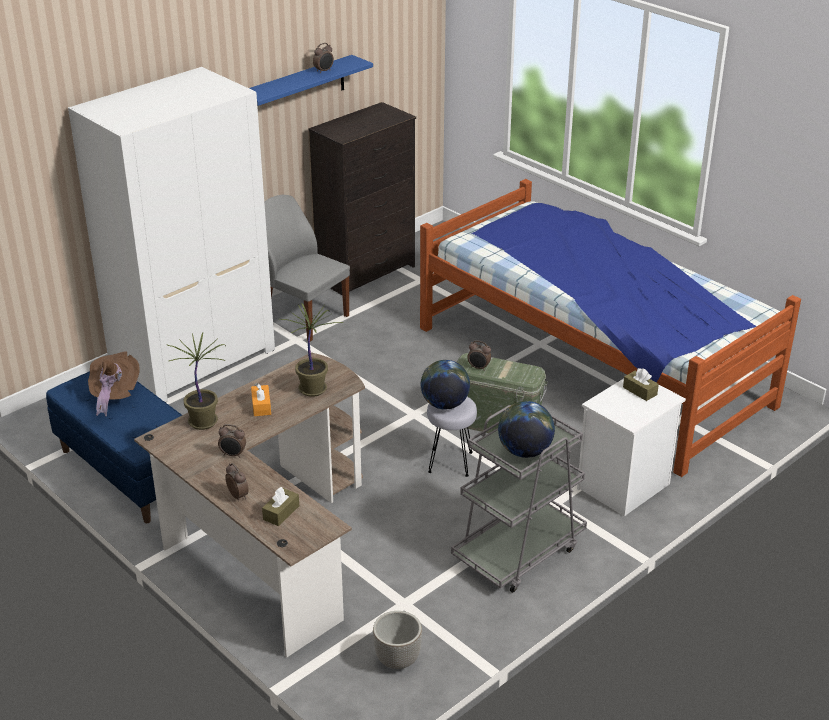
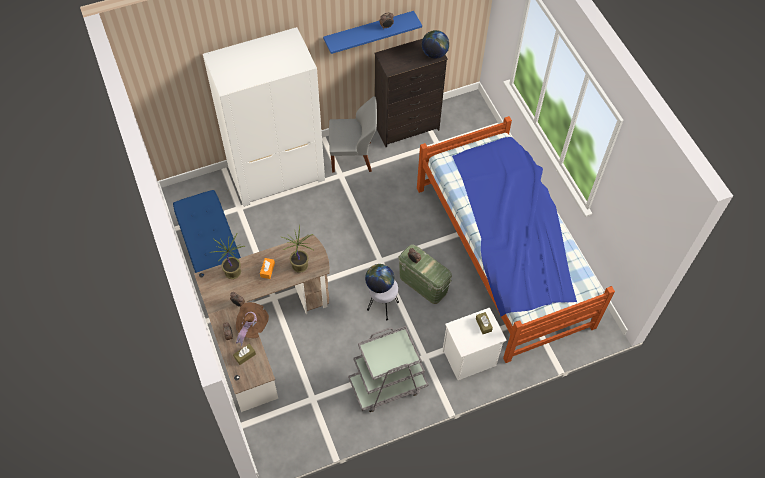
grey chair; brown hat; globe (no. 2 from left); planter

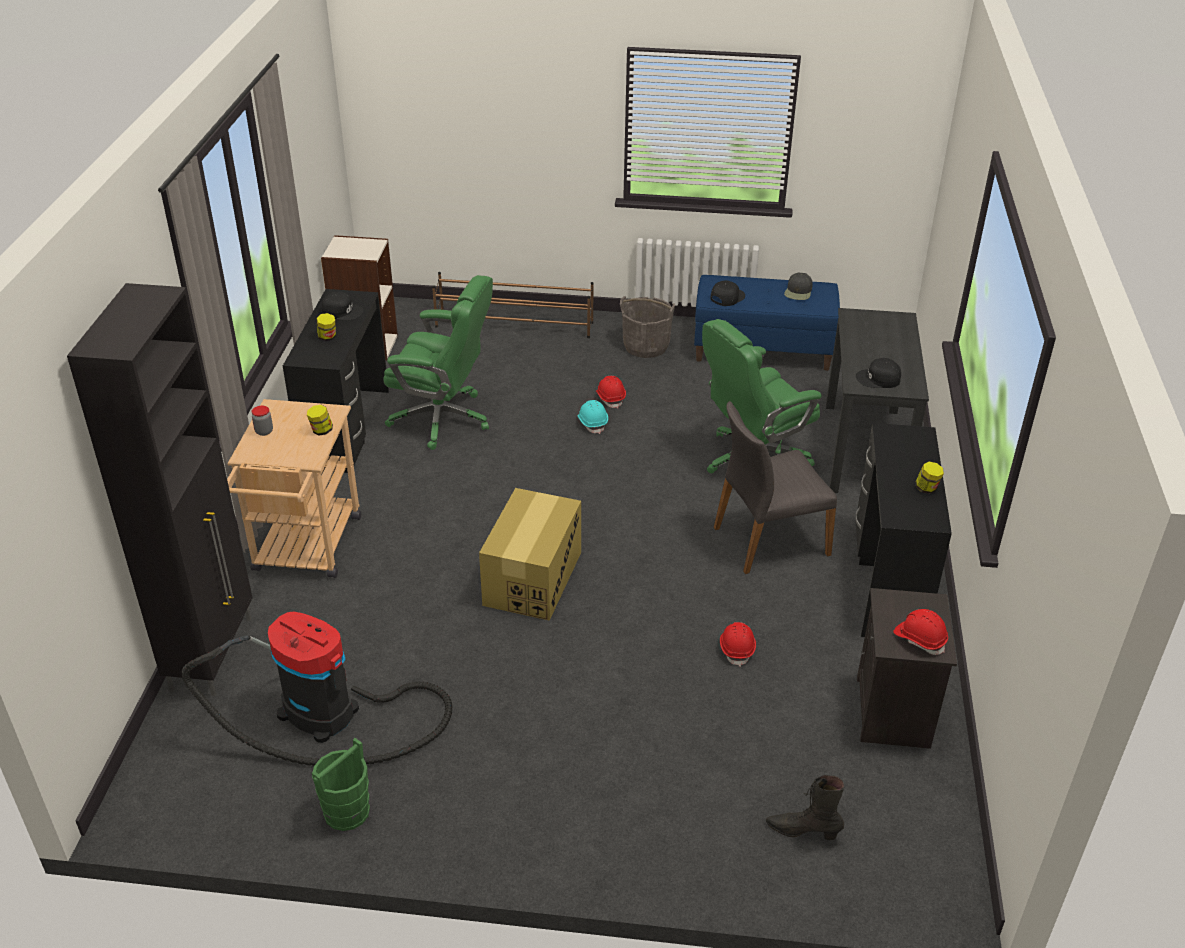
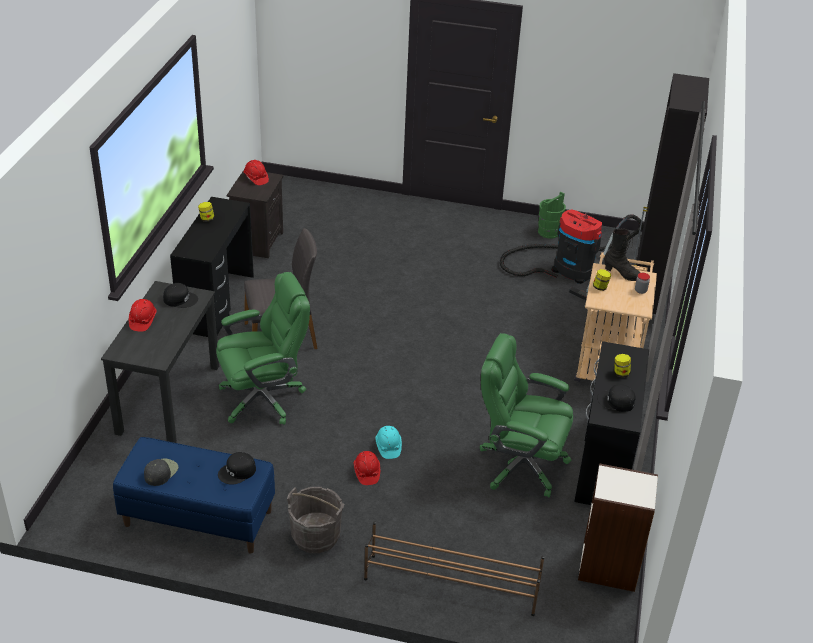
cardboard box; red hard hat (no. 1 from left); black boot

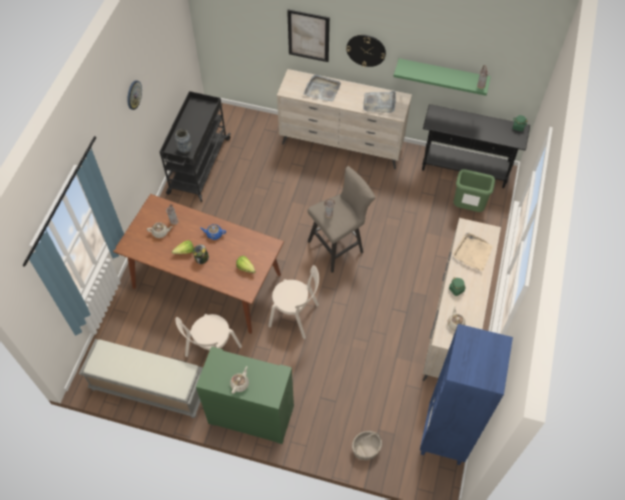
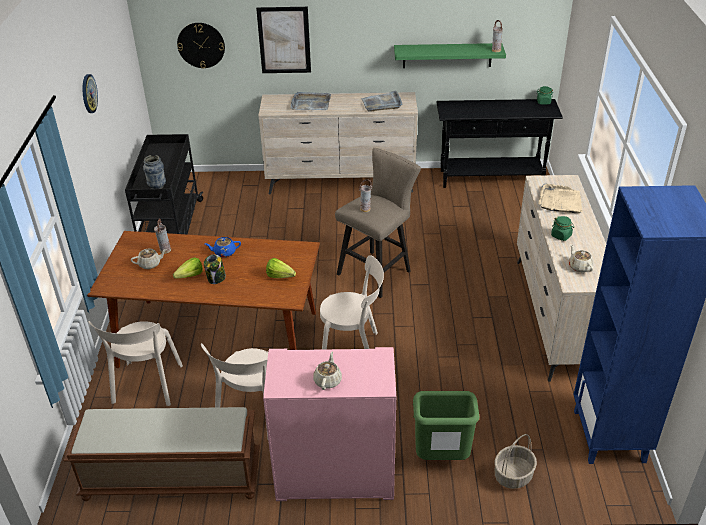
wall clock (no. 2 from left); green trash can; brown bench; pink cabinet; beige chair (no. 1 from left)

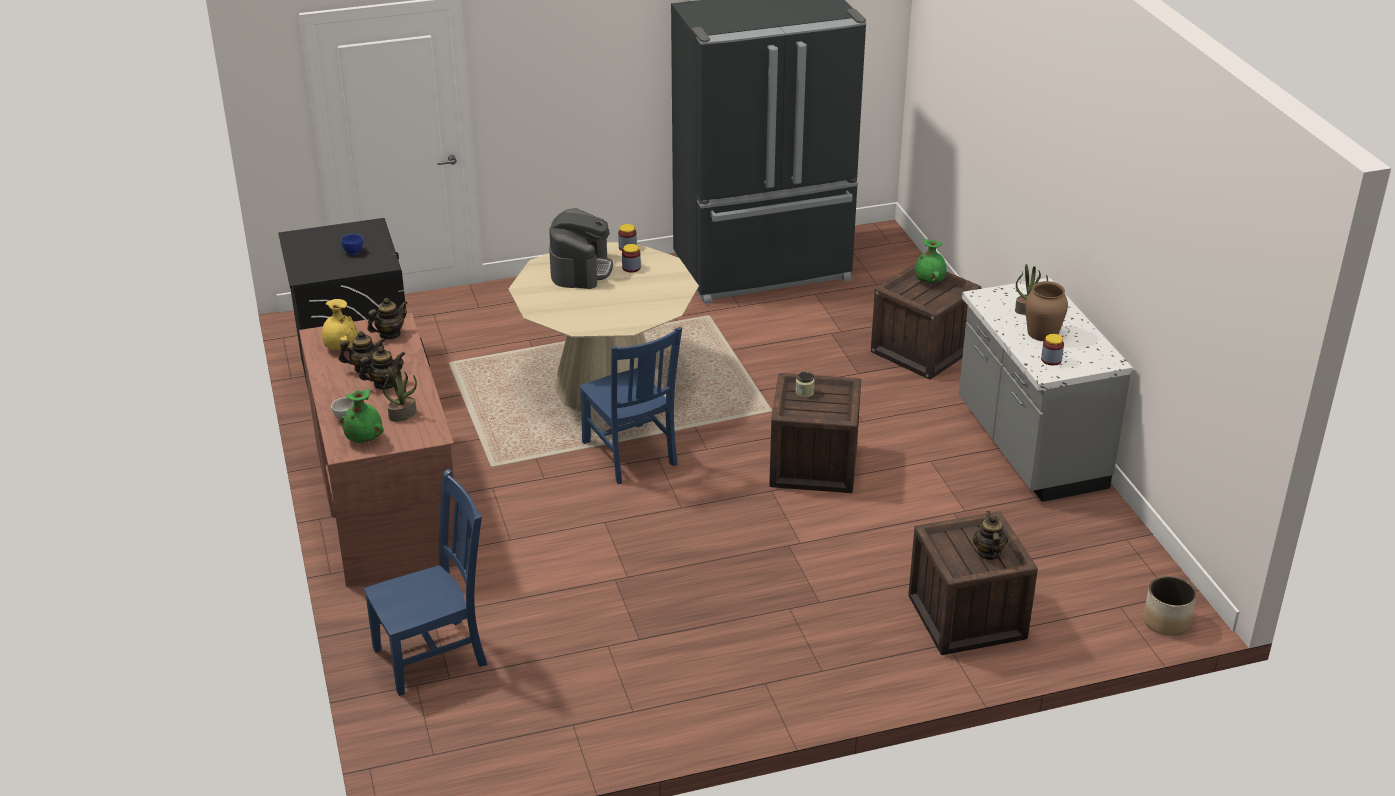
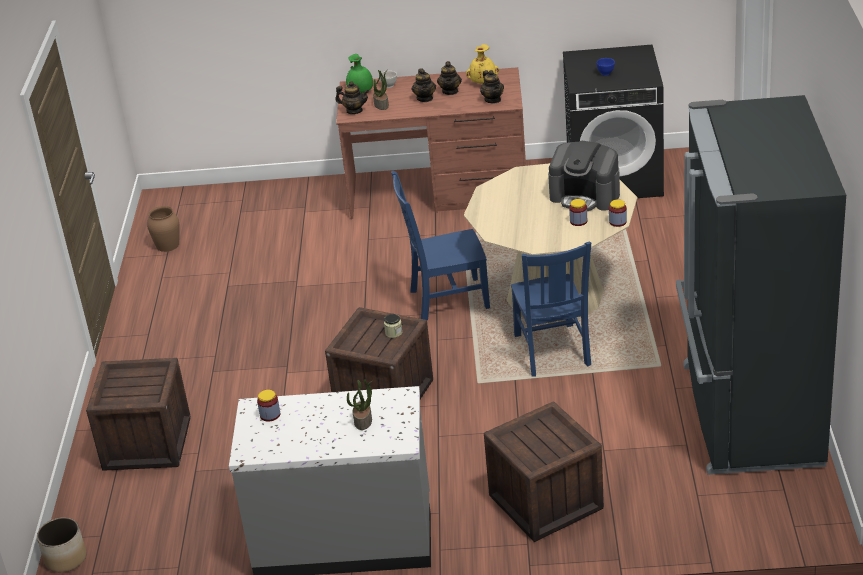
green vase (no. 2 from left in the first image); brown vase; blue chair (no. 2 from left); teapot (no. 1 from left)

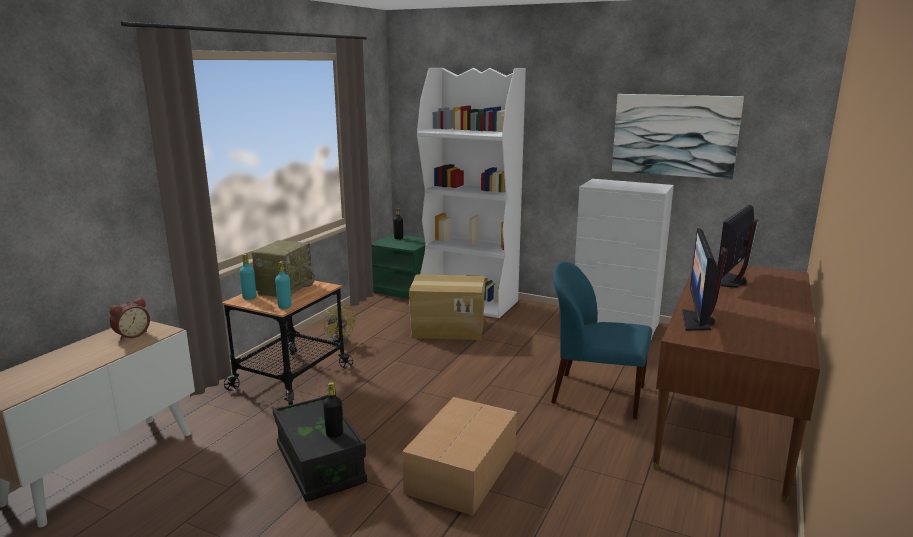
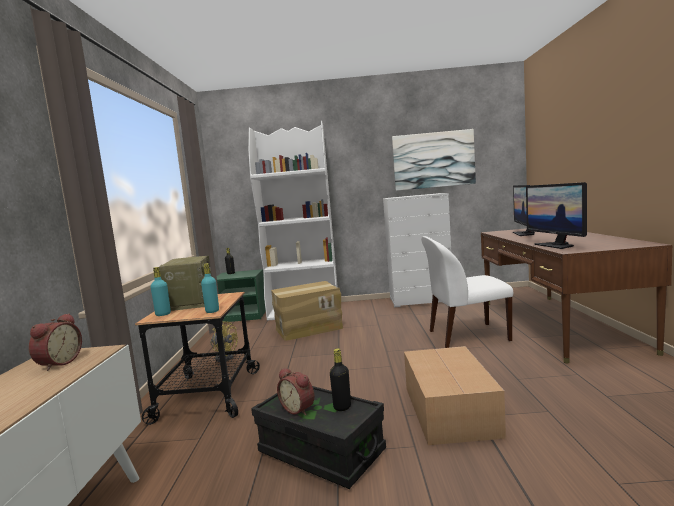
white chair; alarm clock (no. 2 from left)

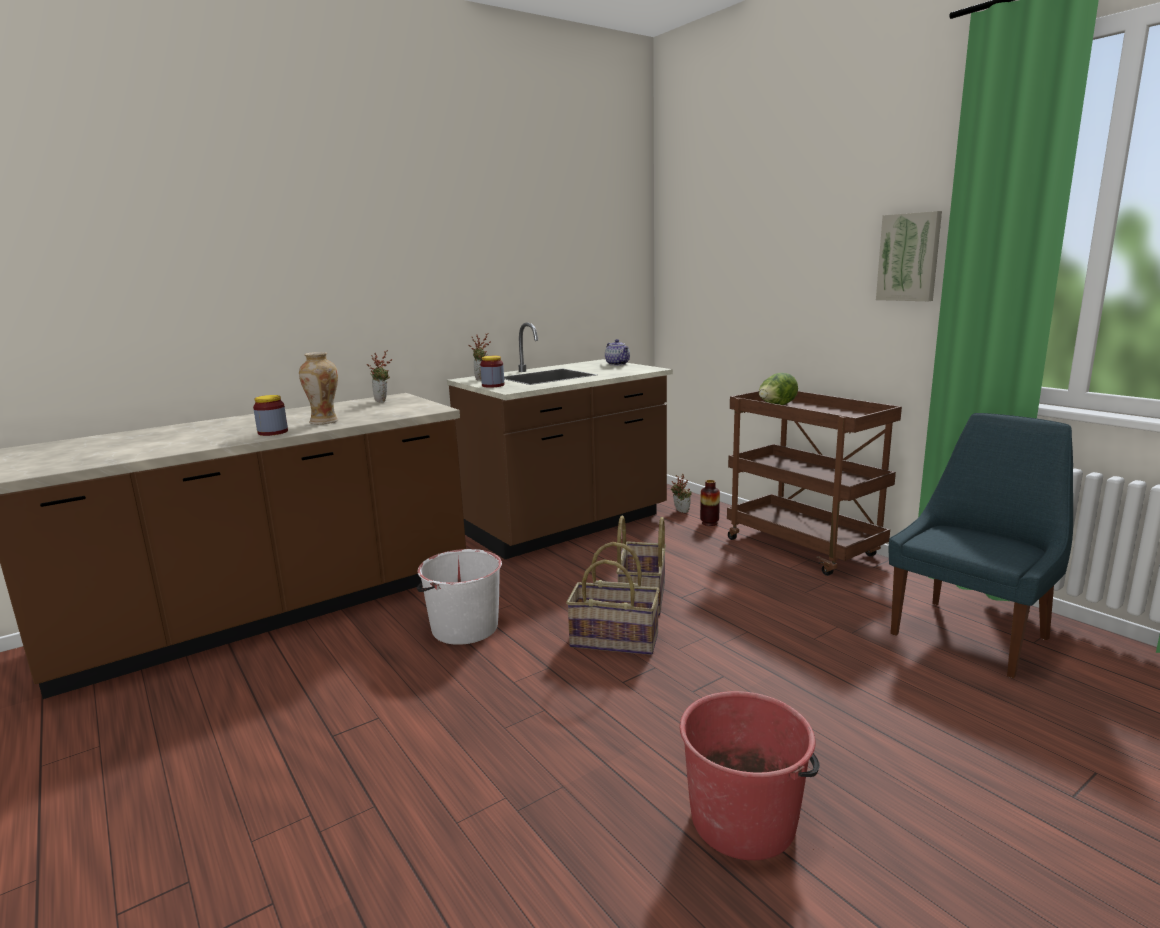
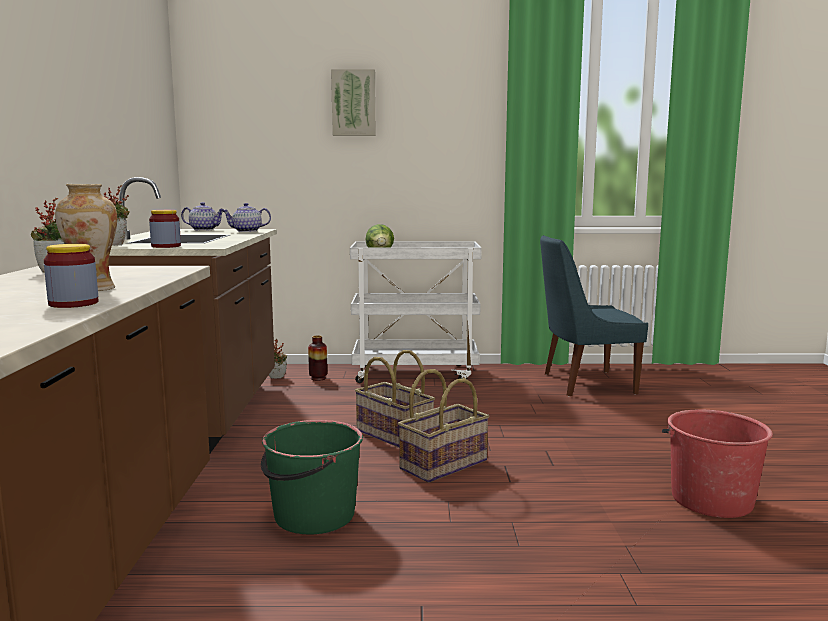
picture; white cart; blue chair; green bucket; teapot (no. 2 from left)

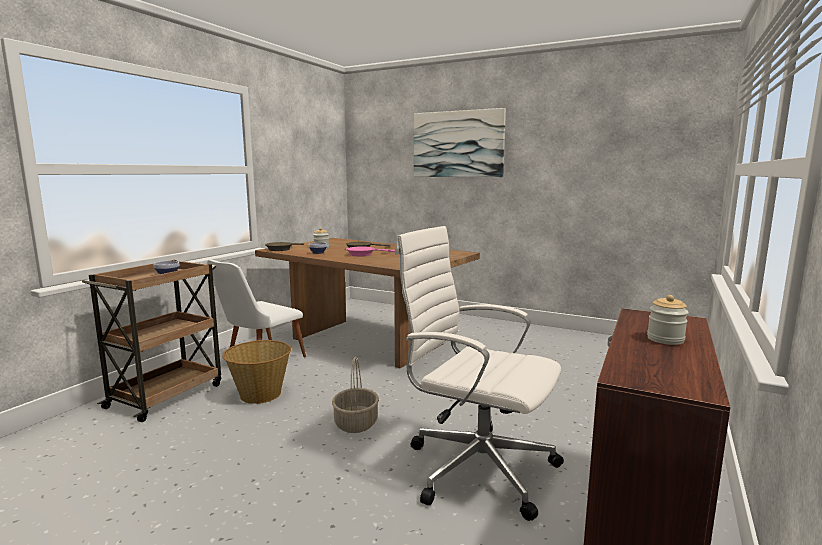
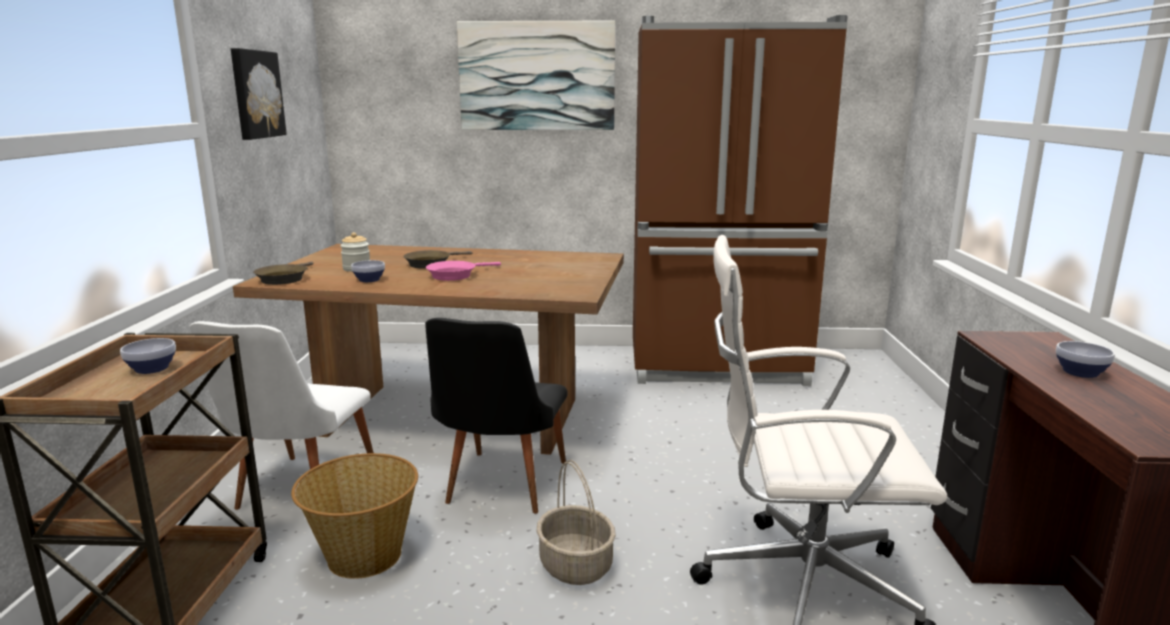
bowl (no. 3 from left); brown fridge; picture (no. 1 from left); black chair

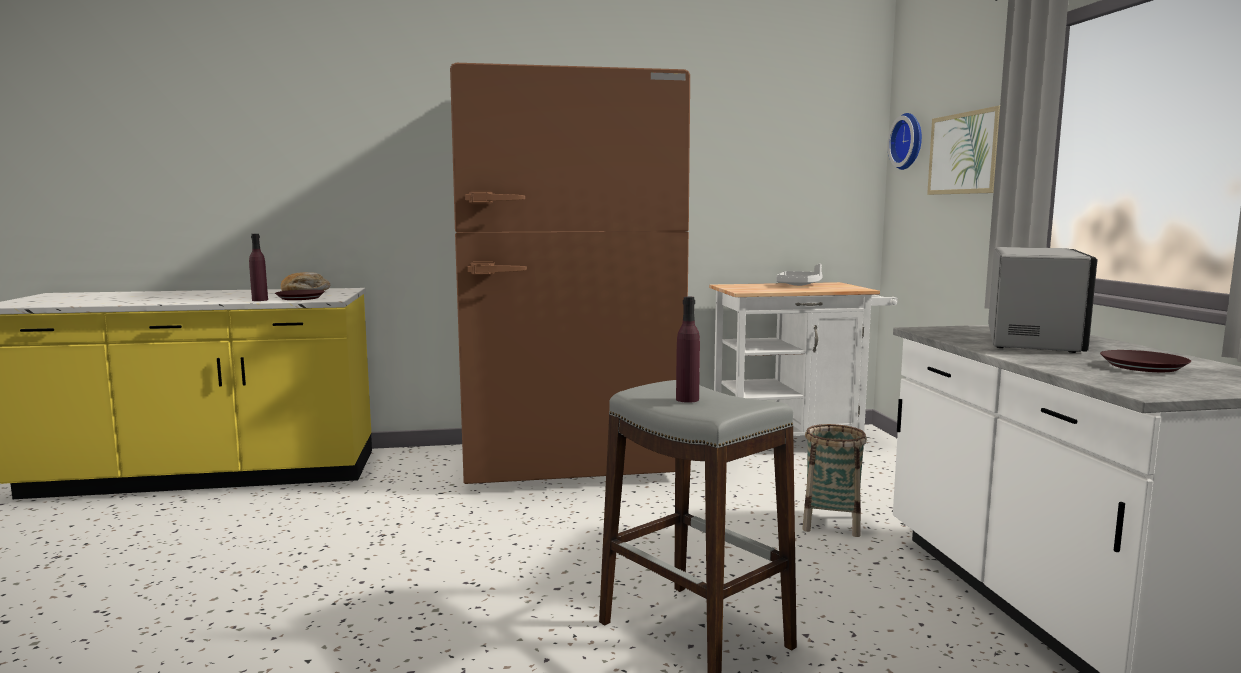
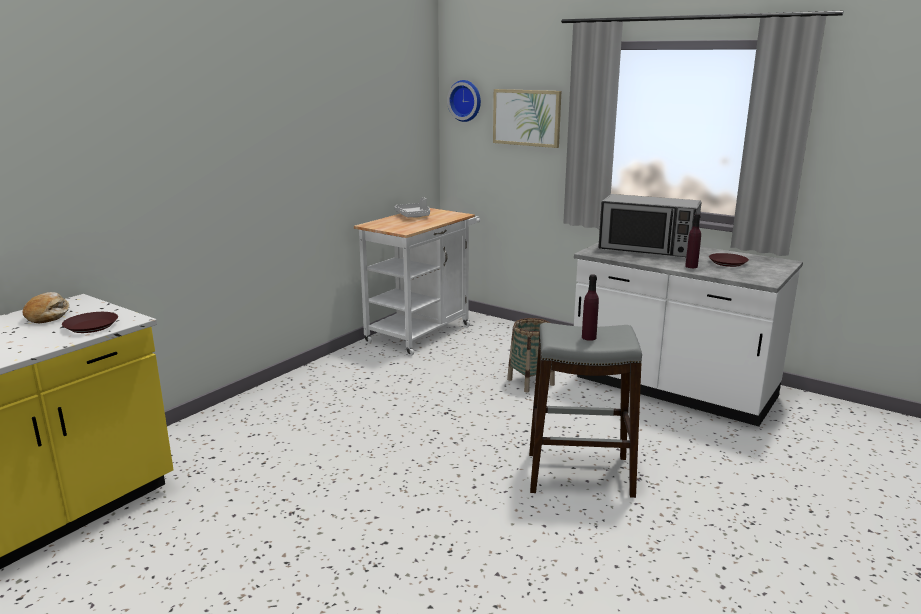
brown fridge; purple bottle (no. 2 from left); microwave

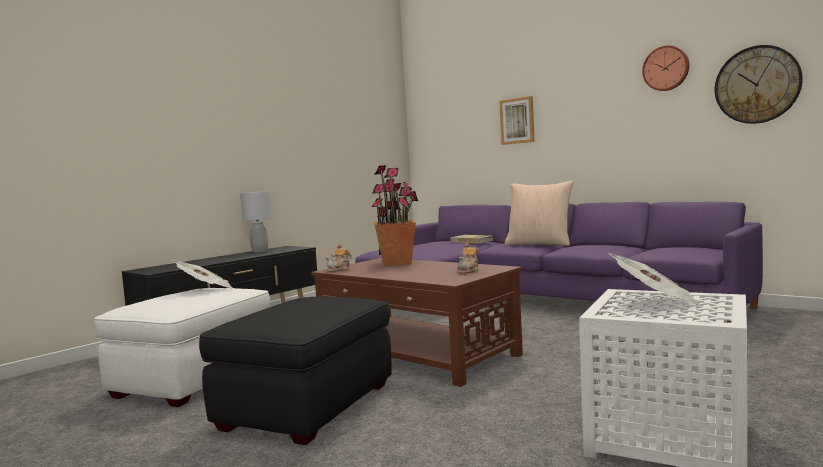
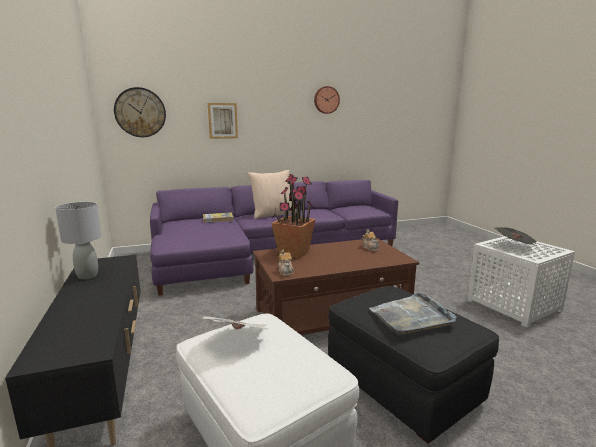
wall clock (no. 1 from left); grey tray

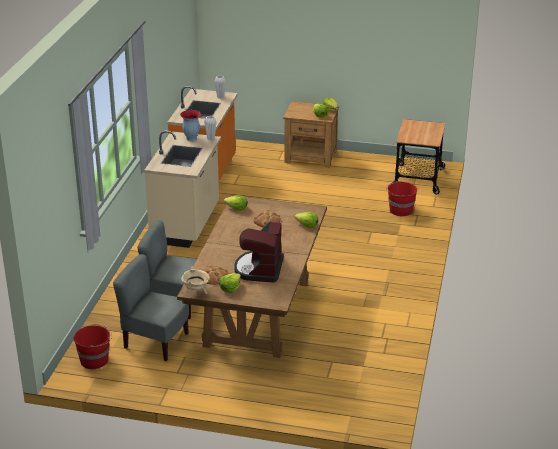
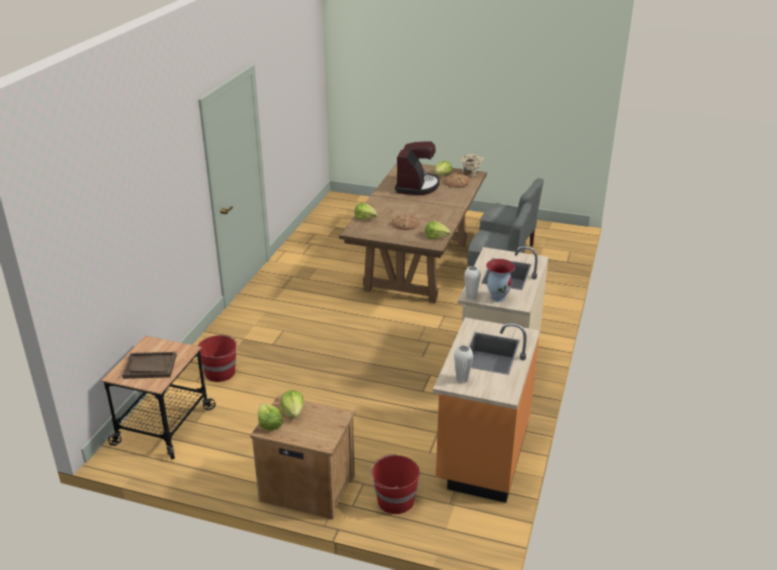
red bucket (no. 2 from left); brown tray

